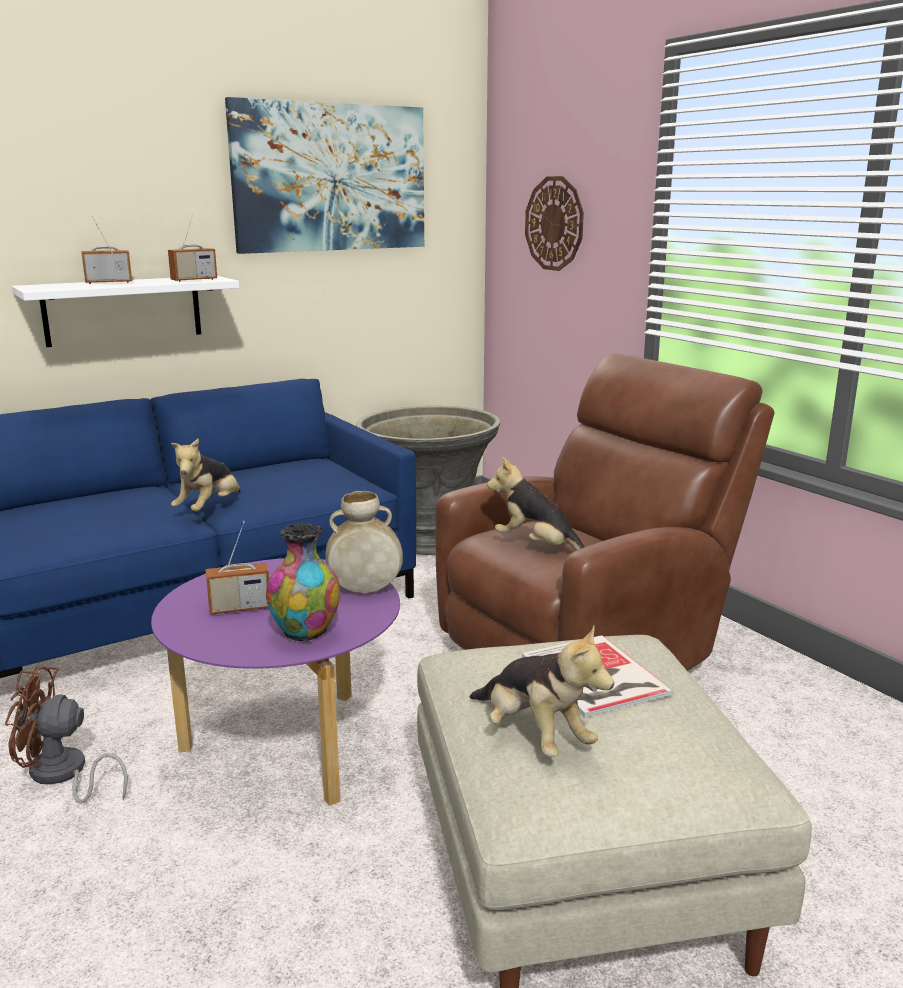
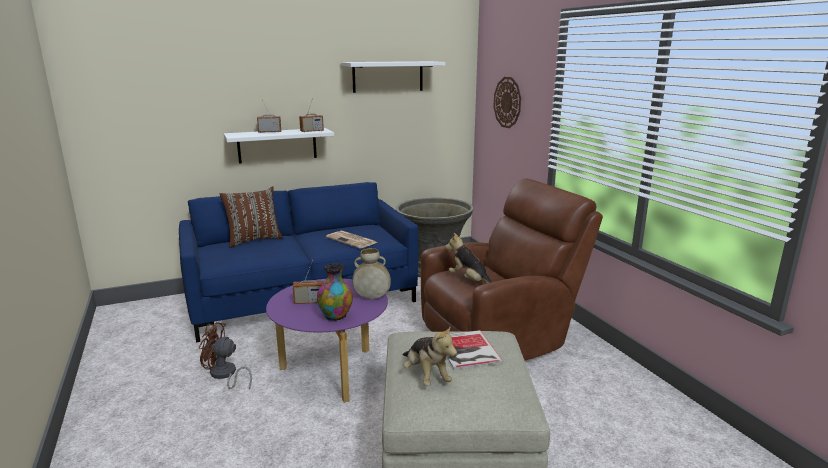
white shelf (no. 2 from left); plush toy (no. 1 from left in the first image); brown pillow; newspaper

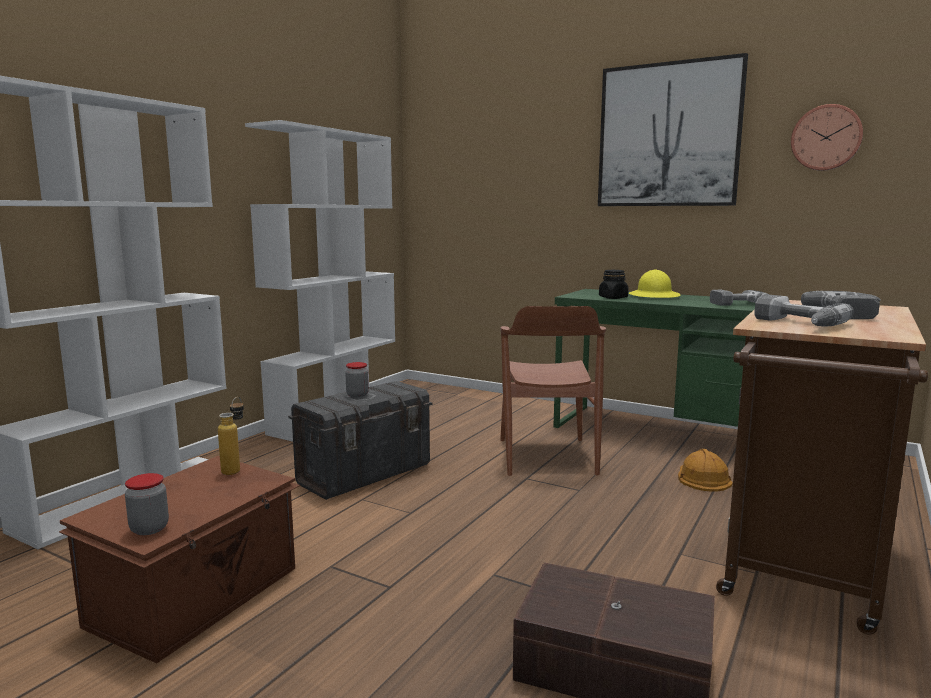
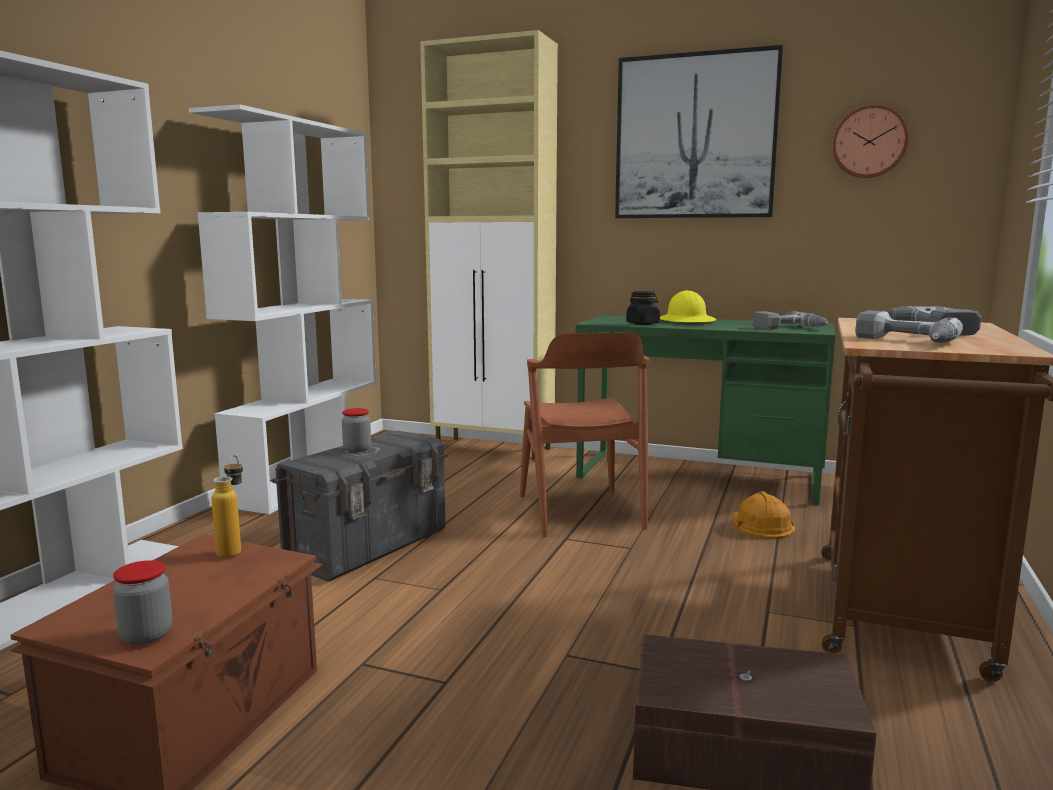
beige cabinet

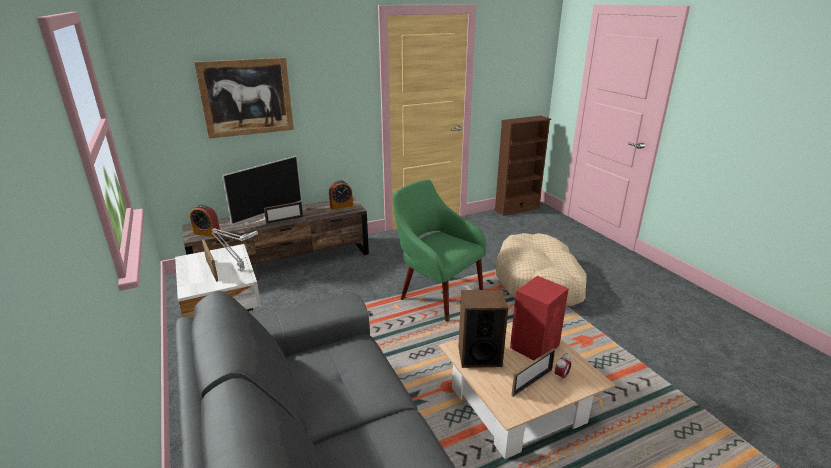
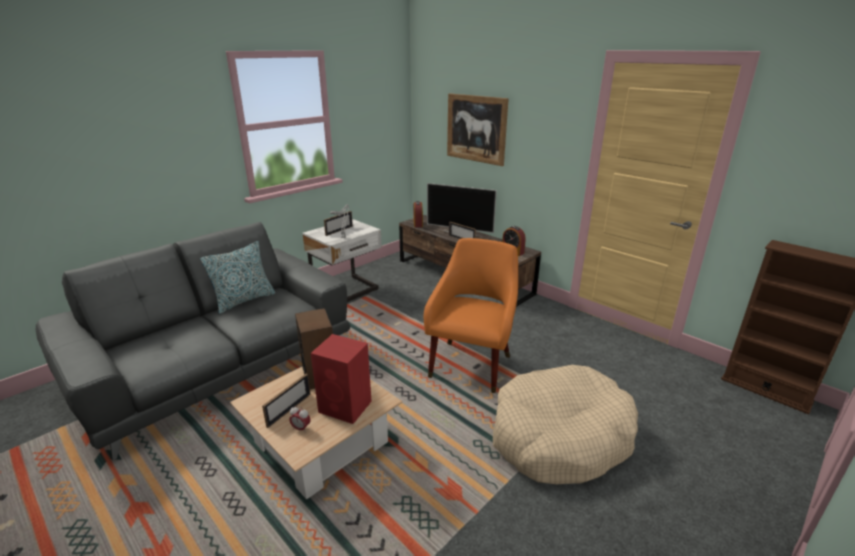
orange armchair; picture frame (no. 1 from left); pillow

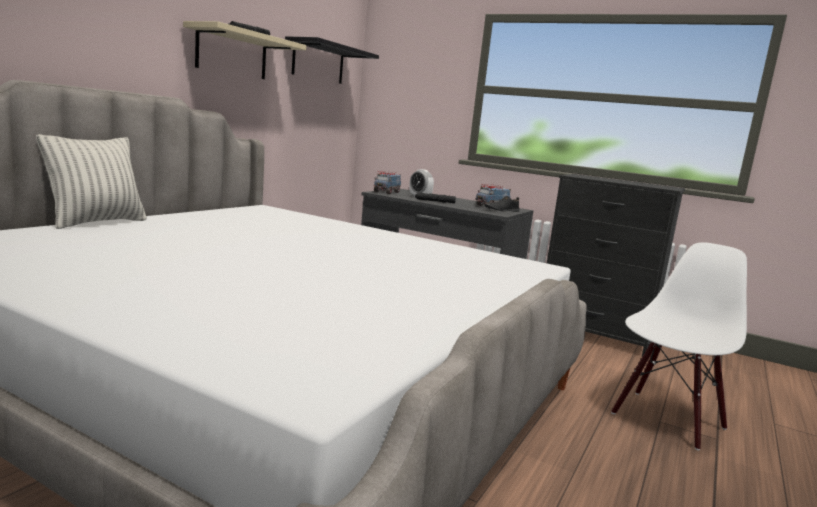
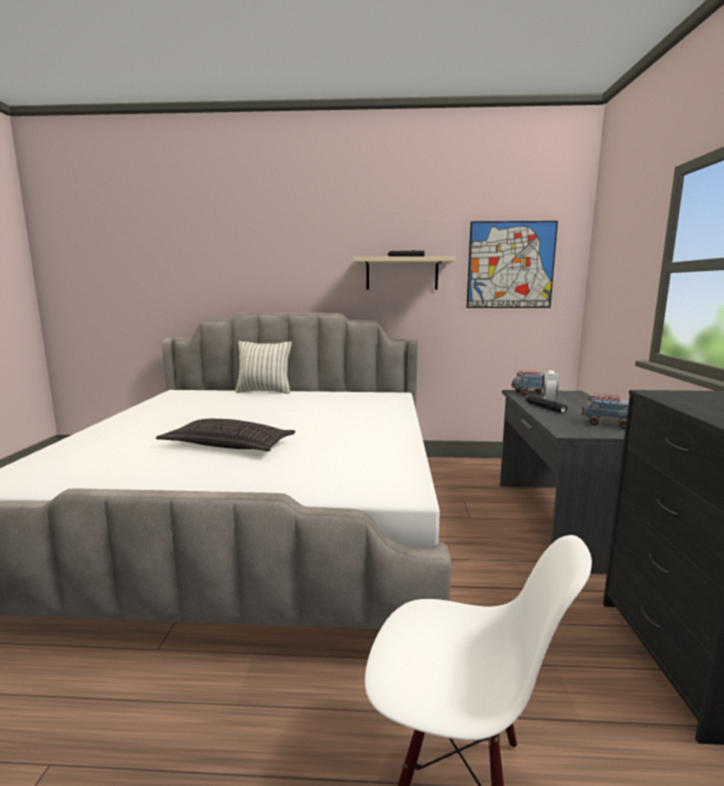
picture; black shoe; pillow (no. 1 from left)

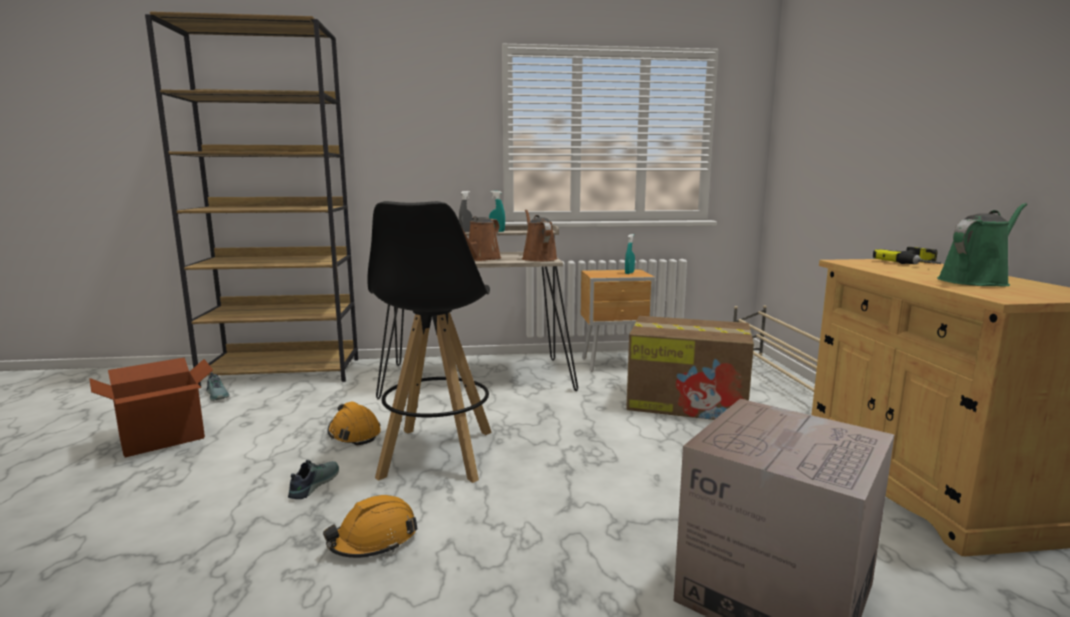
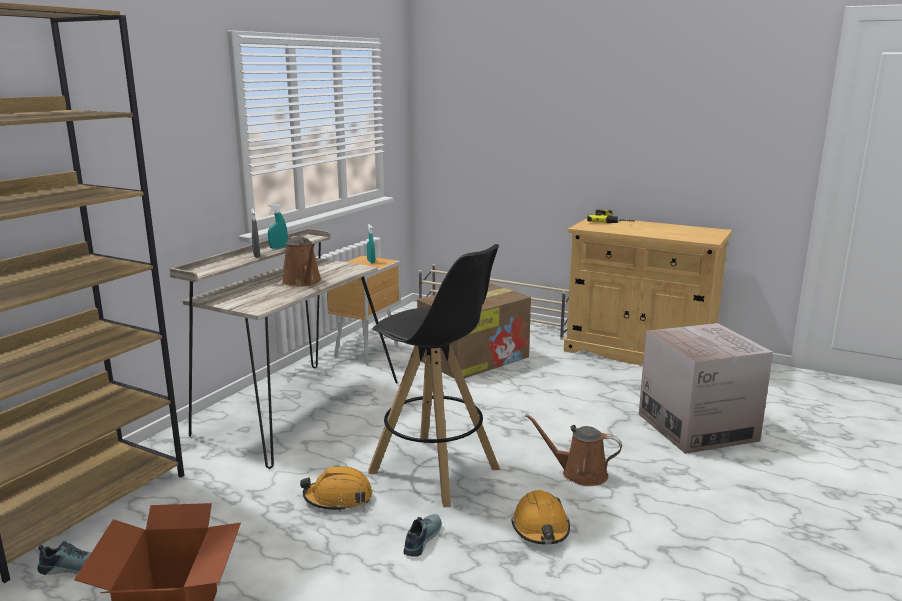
green watering can; brown watering can (no. 2 from left); shoe (no. 2 from left)

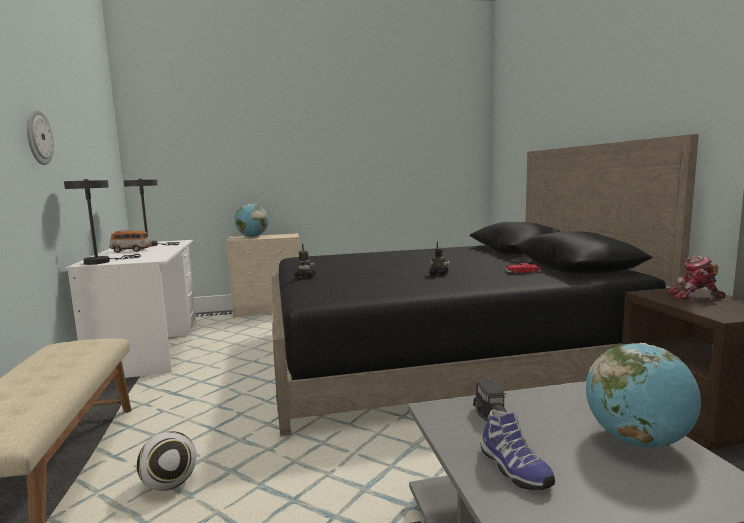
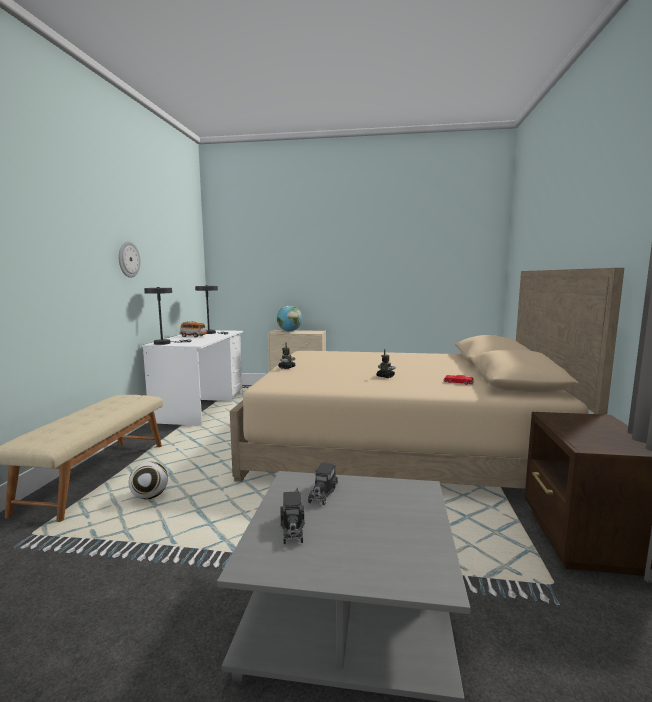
beige bed; toy robot (no. 3 from left in the first image); globe (no. 2 from left in the first image); toy truck (no. 1 from left)

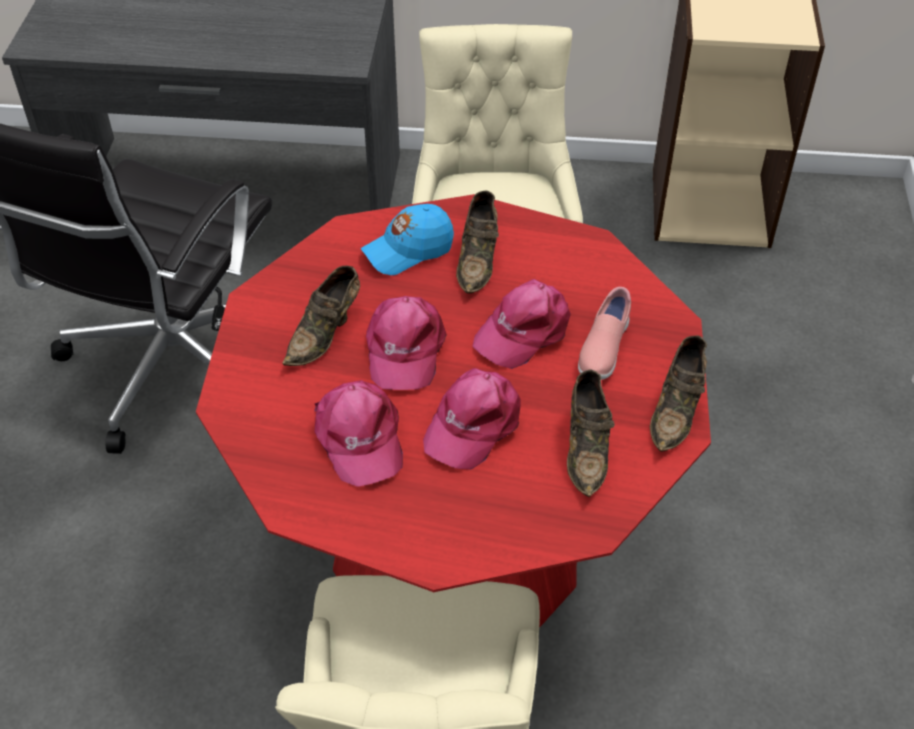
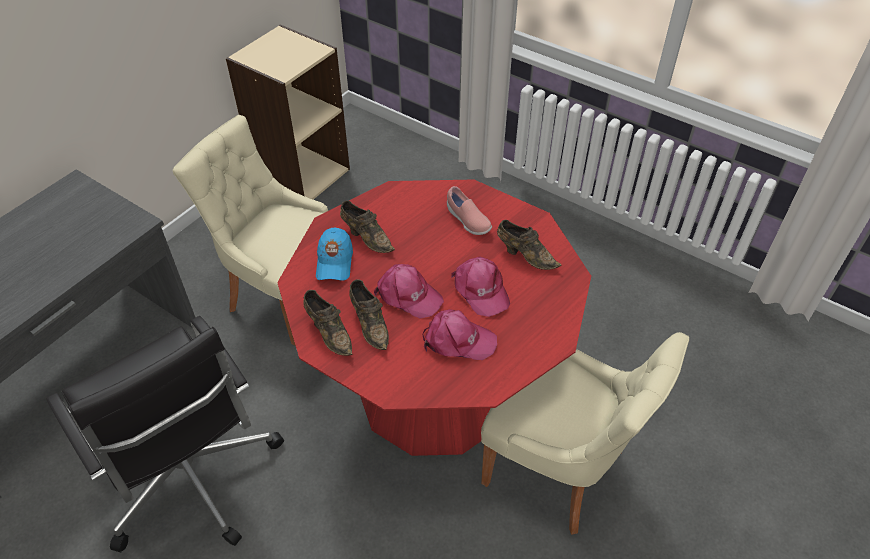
pink cap (no. 4 from left in the first image); brown shoe (no. 1 from left)

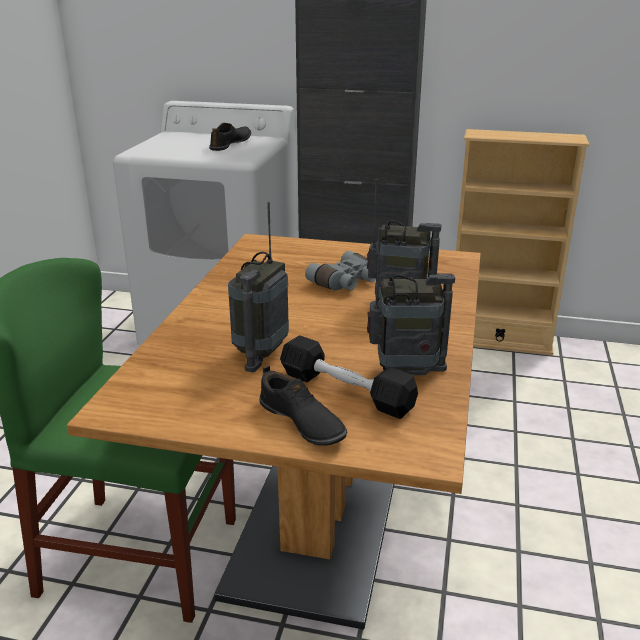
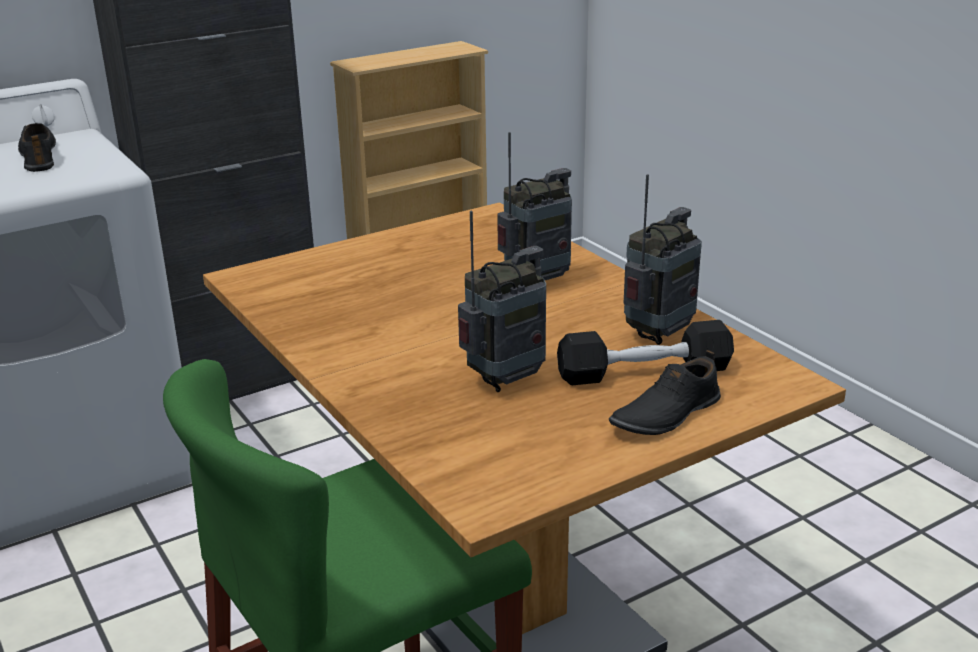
radio (no. 1 from left); grey binoculars; black shoe (no. 2 from left)

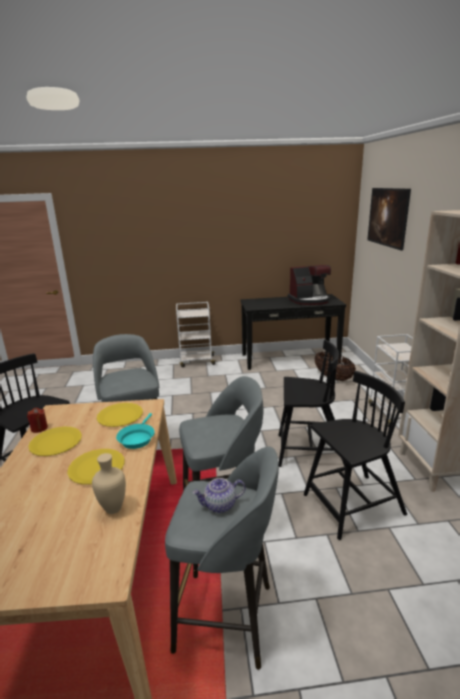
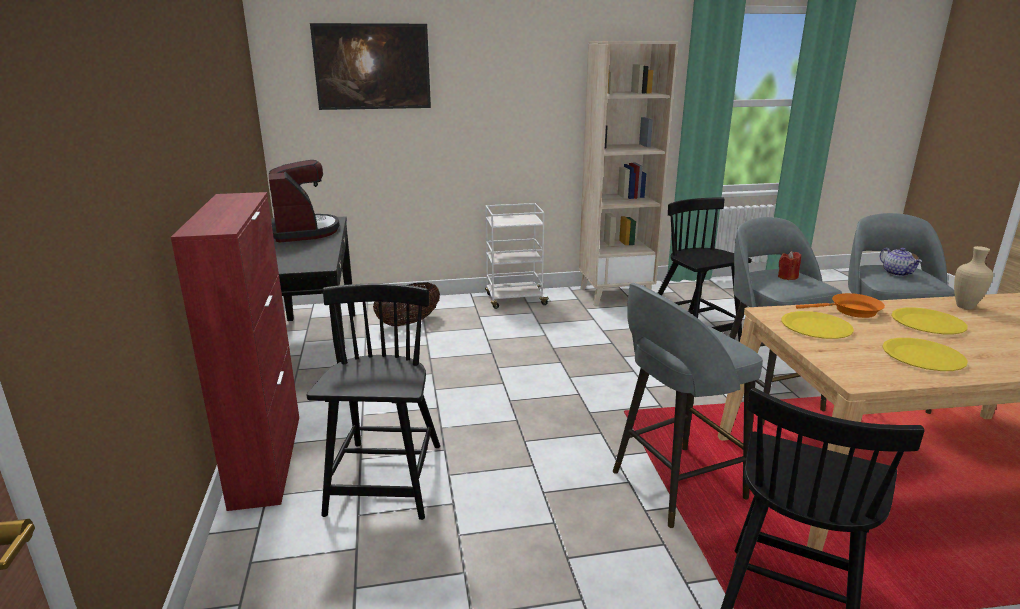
red cabinet; black chair (no. 1 from left); red candle; orange frying pan

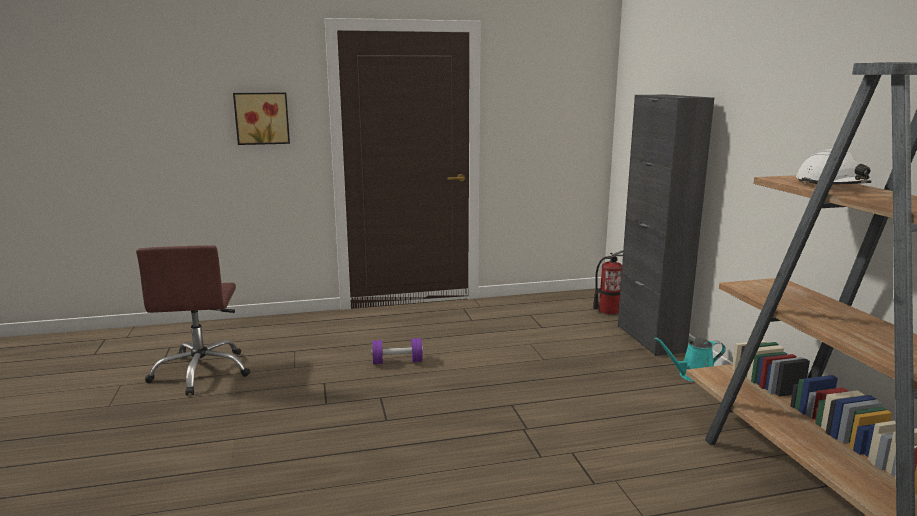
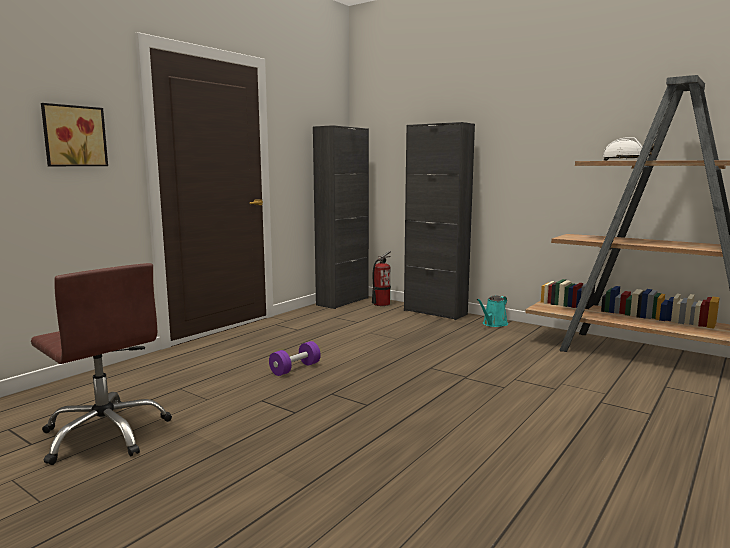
black cabinet (no. 1 from left)

